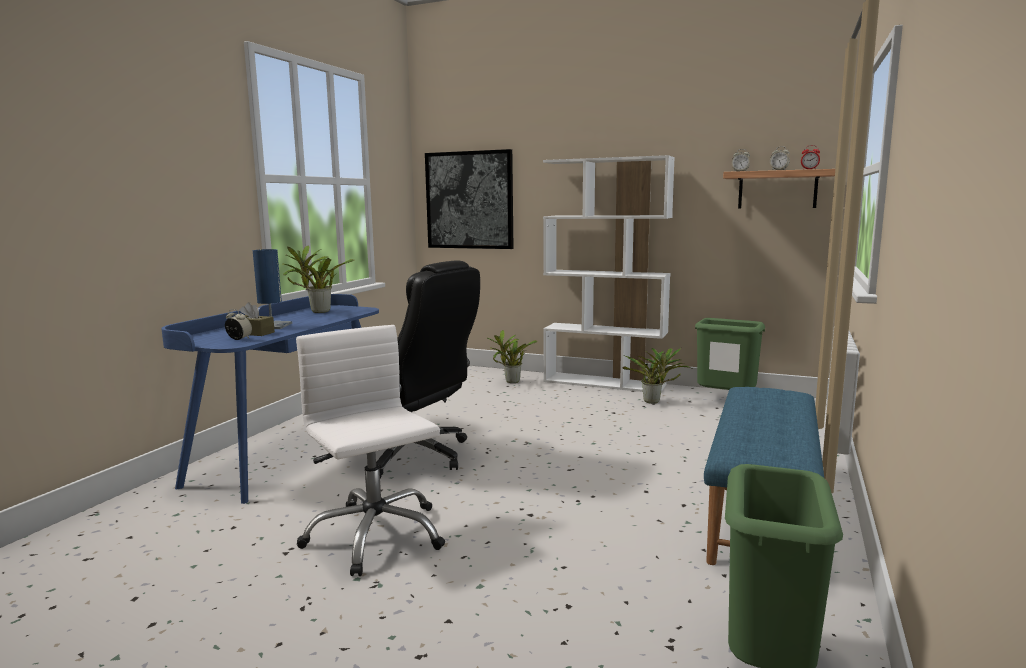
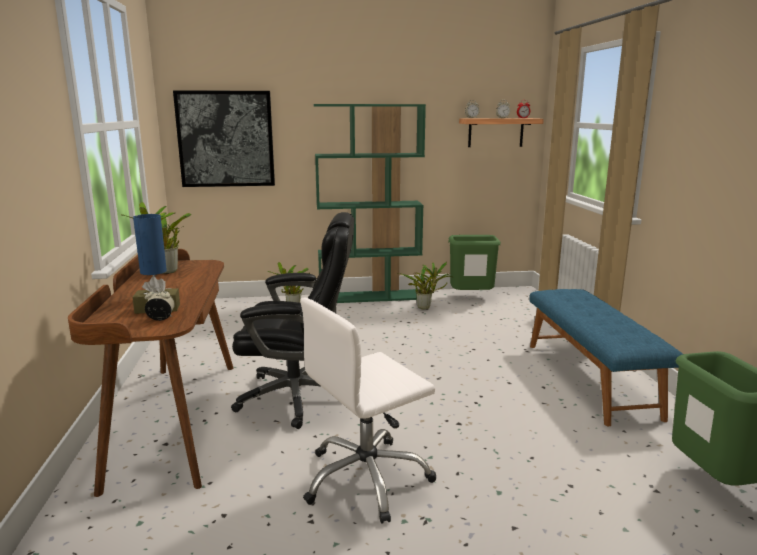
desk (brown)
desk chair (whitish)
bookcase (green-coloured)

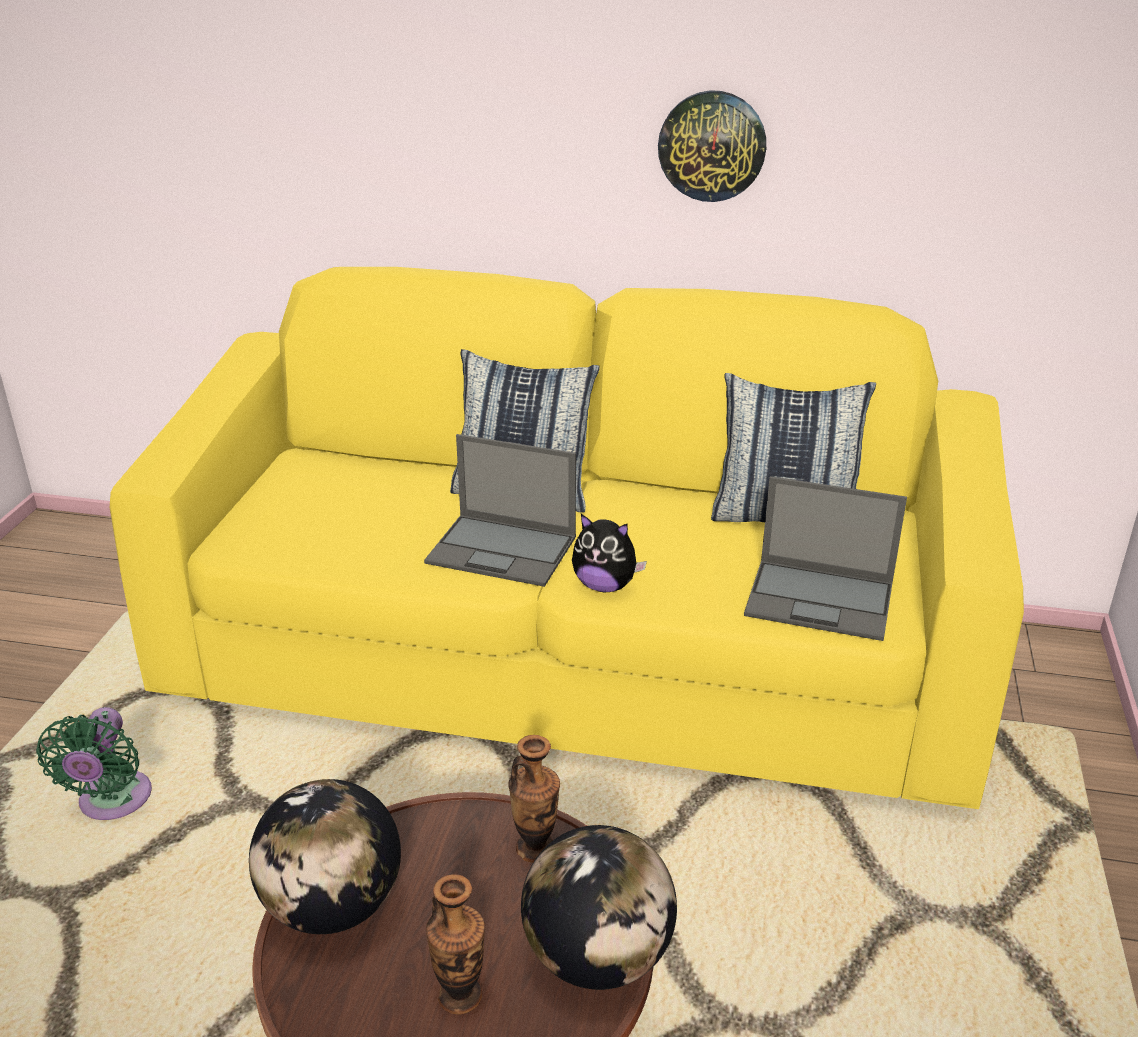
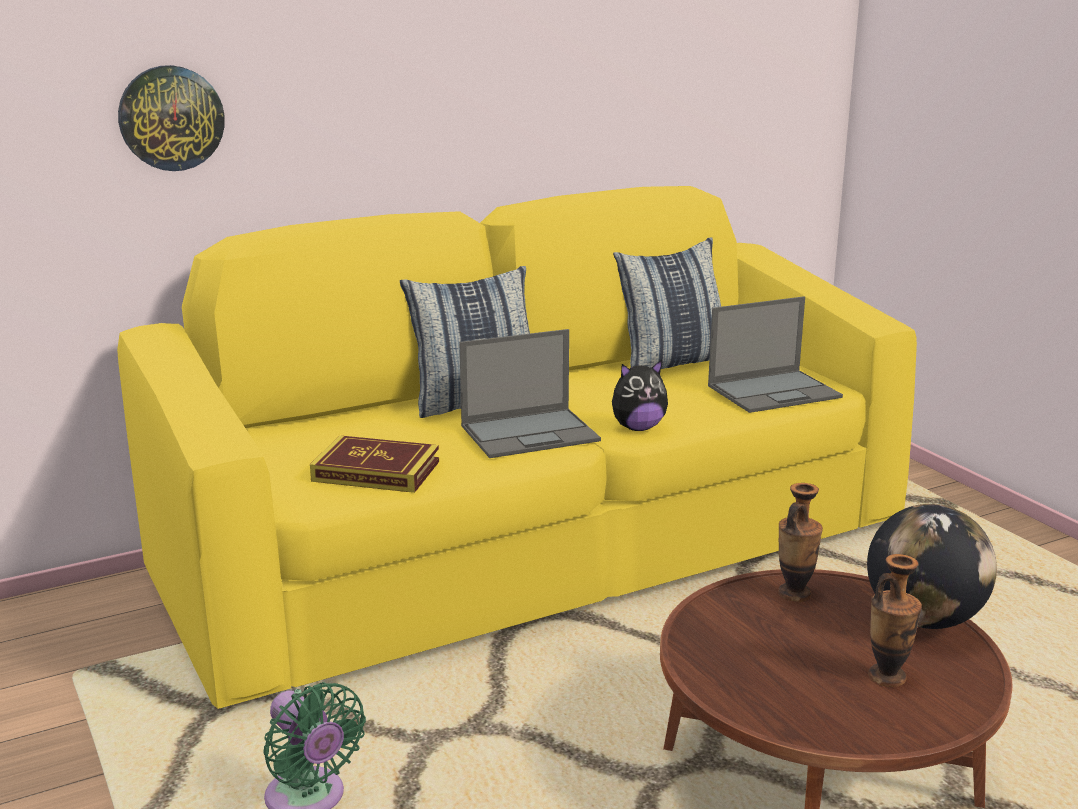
clock on the wall
volume
globe (no. 1 from left in the first image)

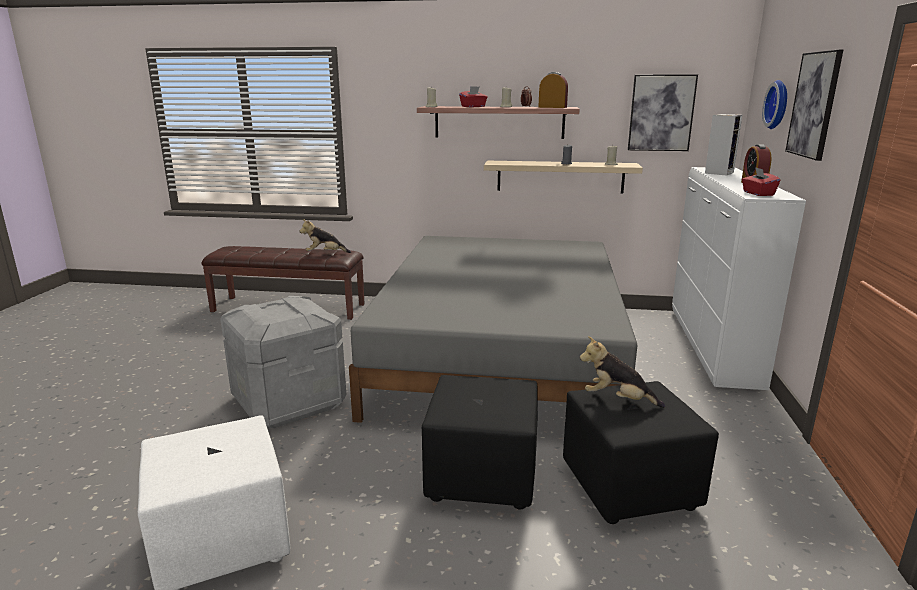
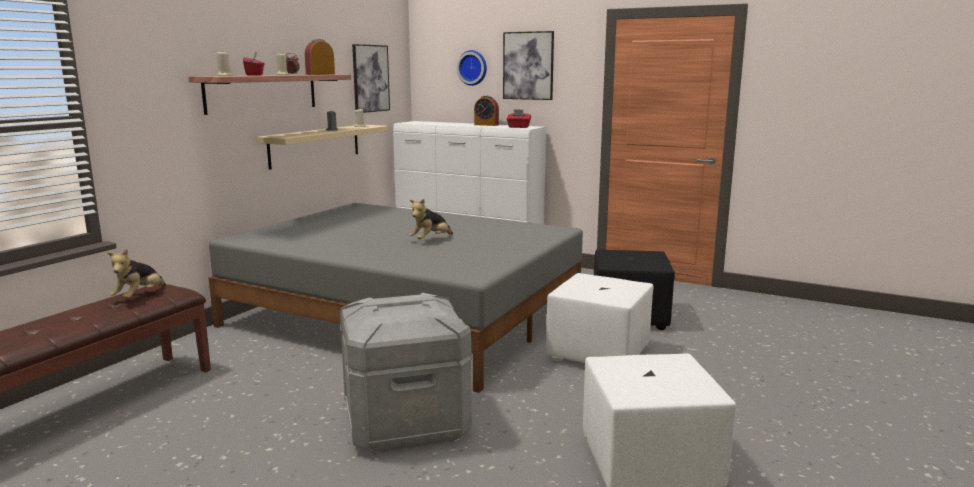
plush toy (no. 2 from left)
footrest (whitish) (no. 1 from left)
audio speaker

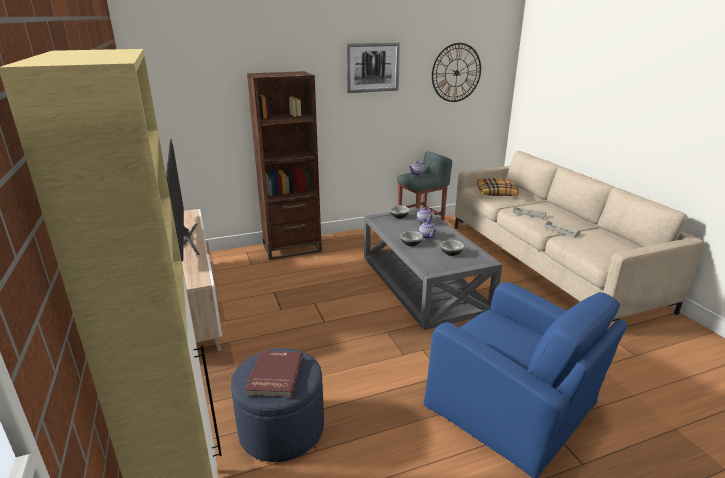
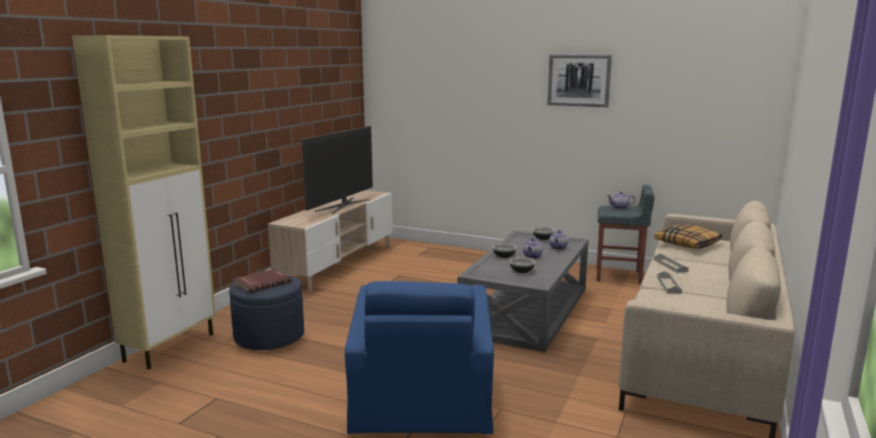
bookcase (brown)
clock on the wall

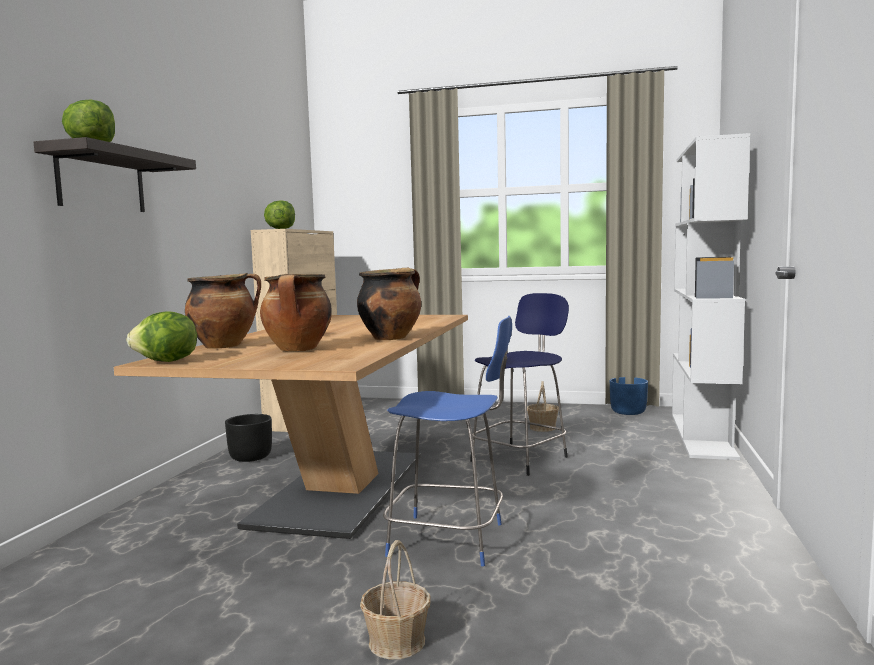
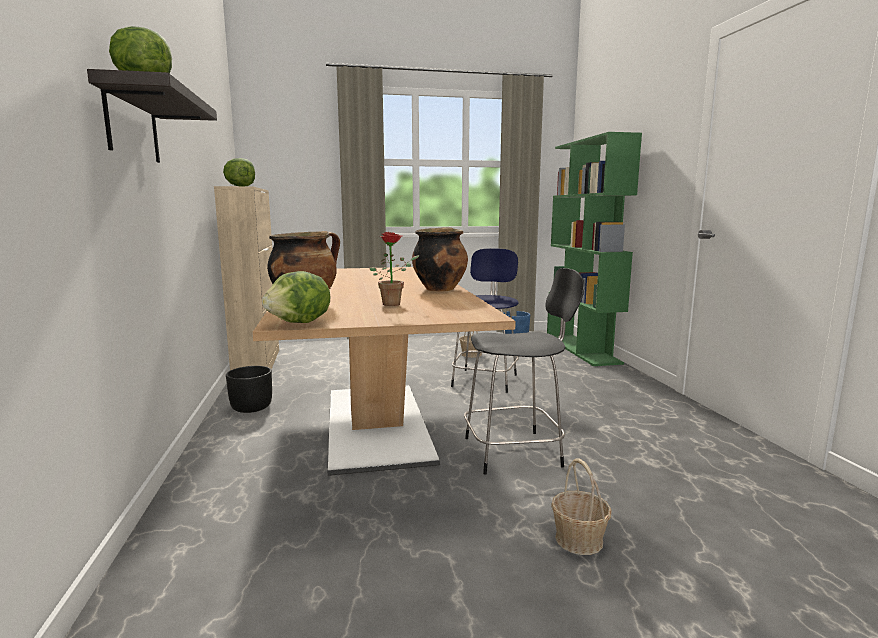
houseplant
plain chair (blackish)
bookcase (green-coloured)

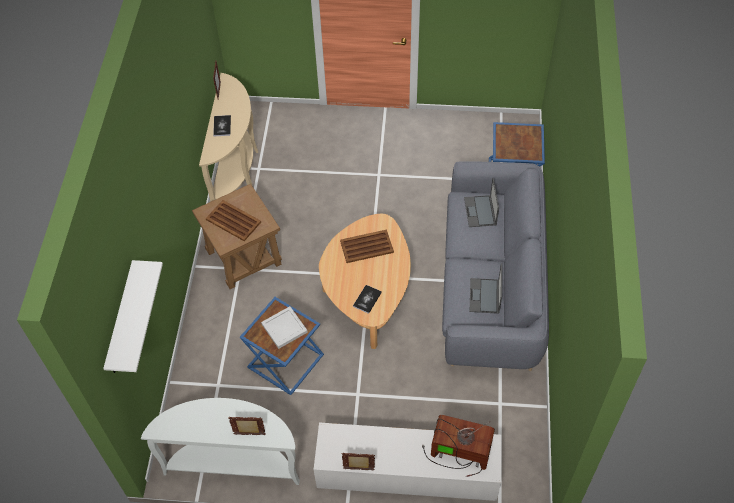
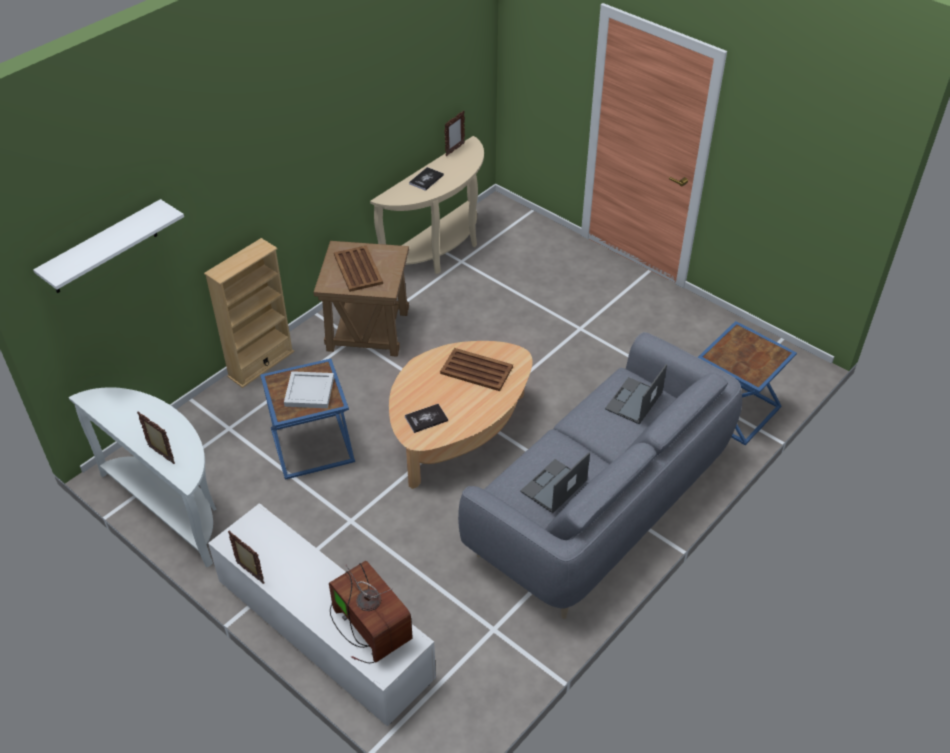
bookcase (beige)

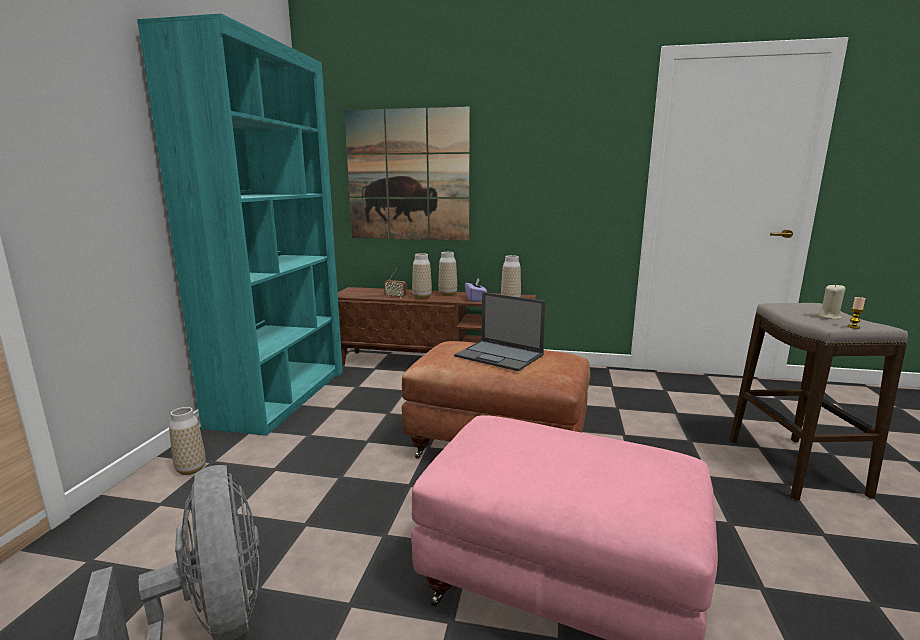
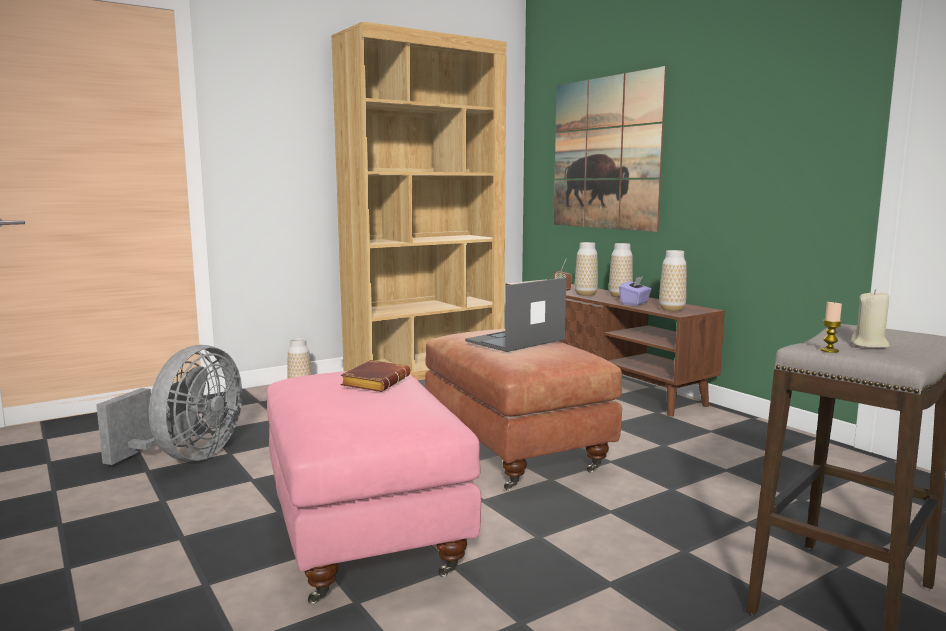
bookcase (brown)
volume (brown)
laptop

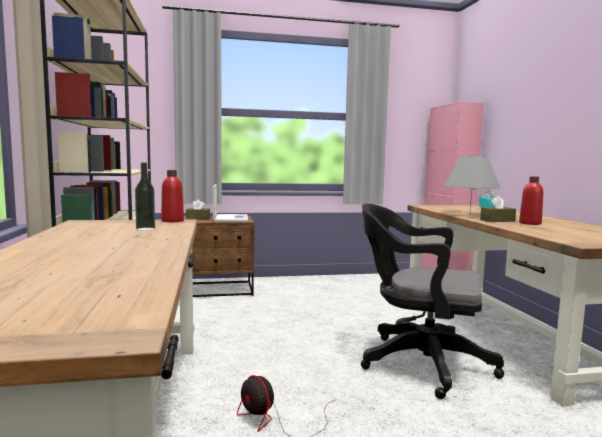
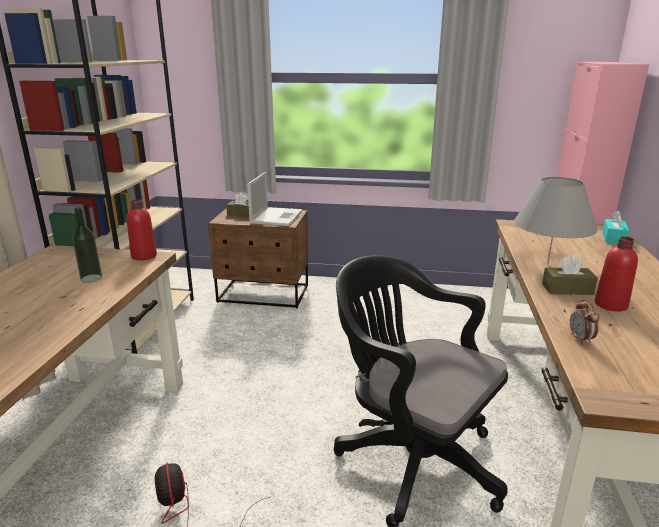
table clock

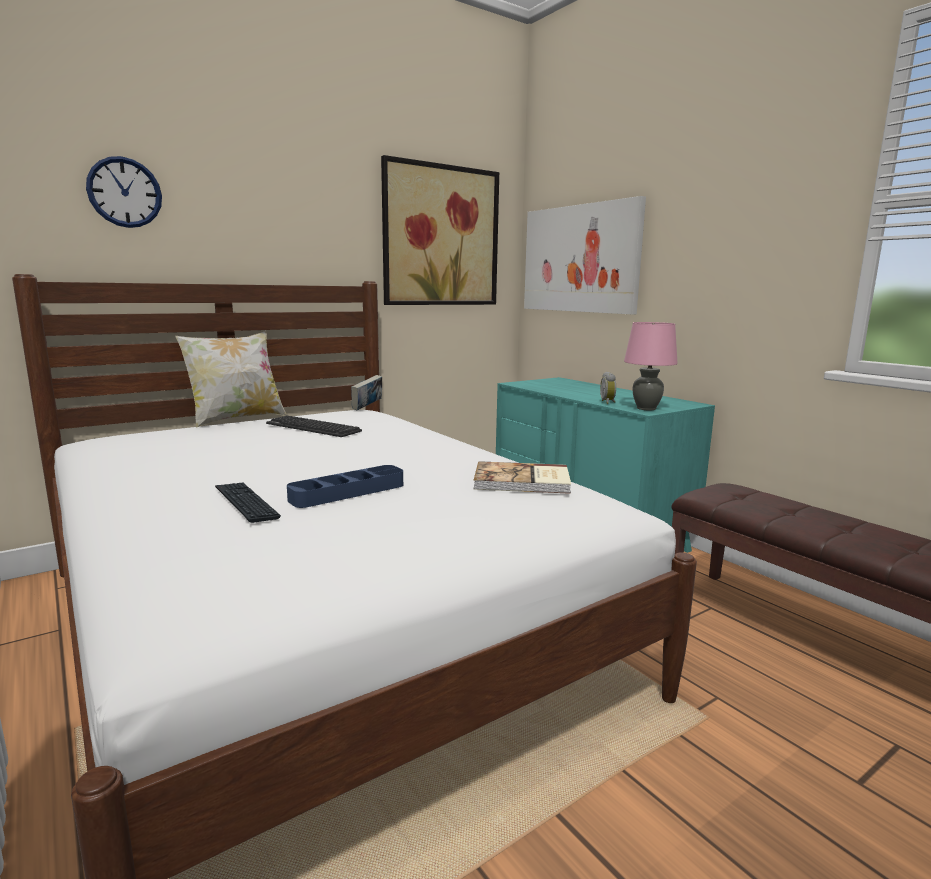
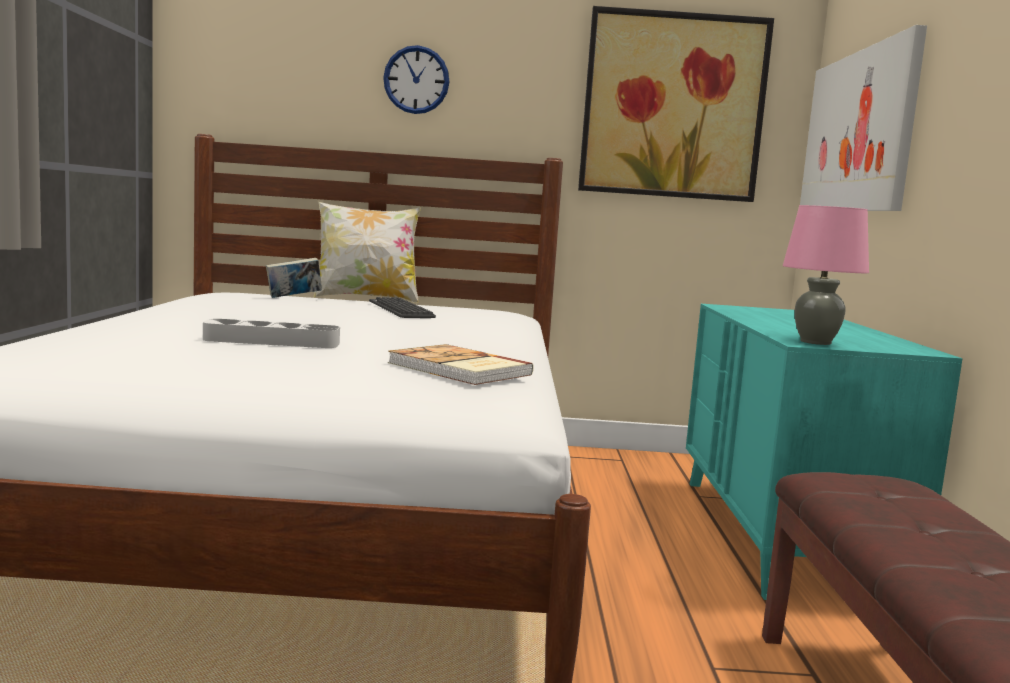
tray (gray)
volume (no. 1 from left)
clock on the wall
PC keyboard (no. 1 from left in the first image)
table clock

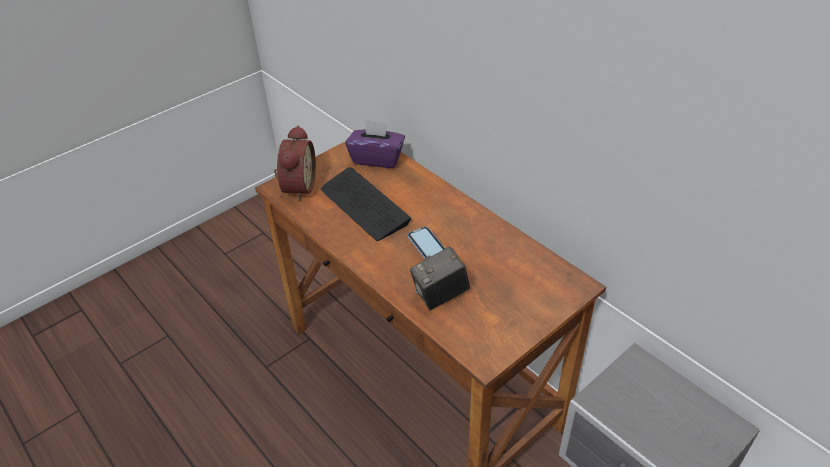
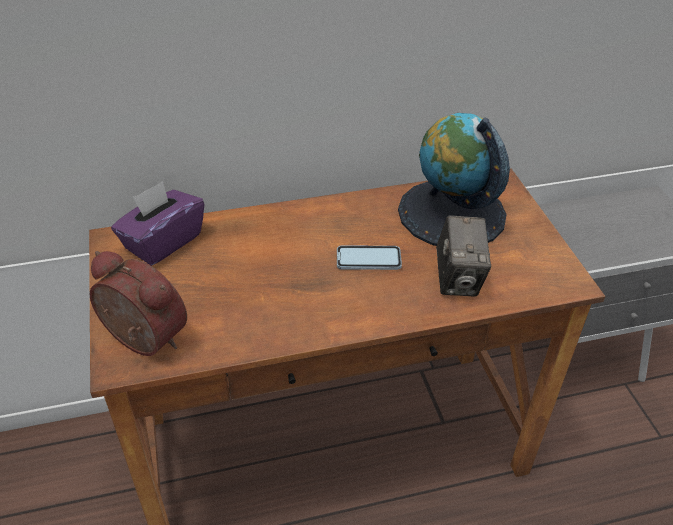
globe
PC keyboard

